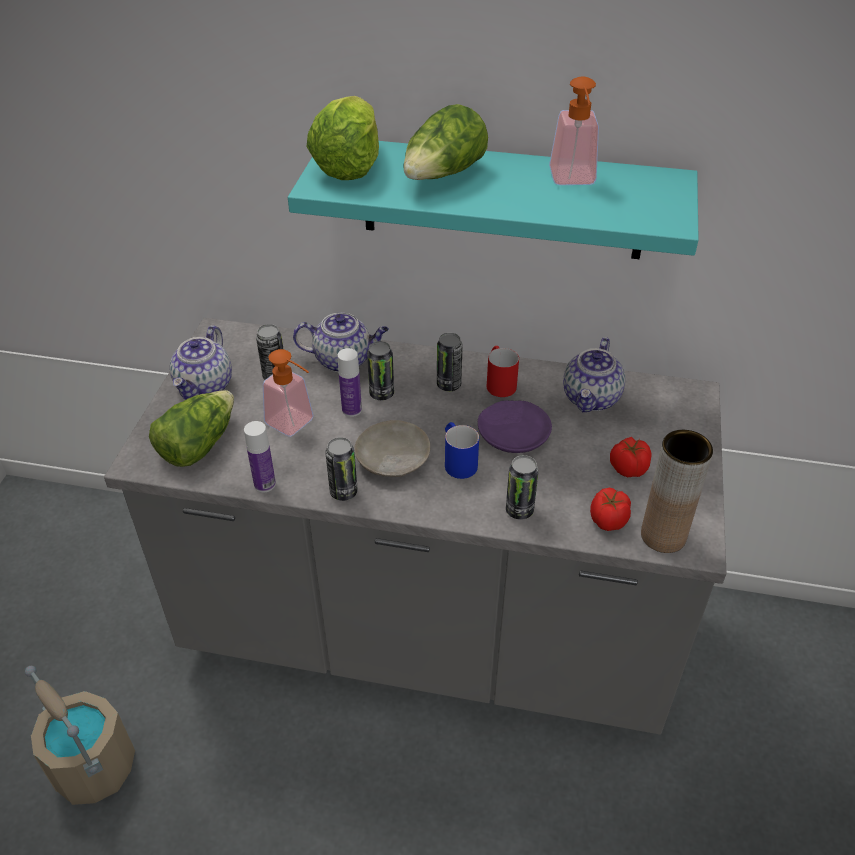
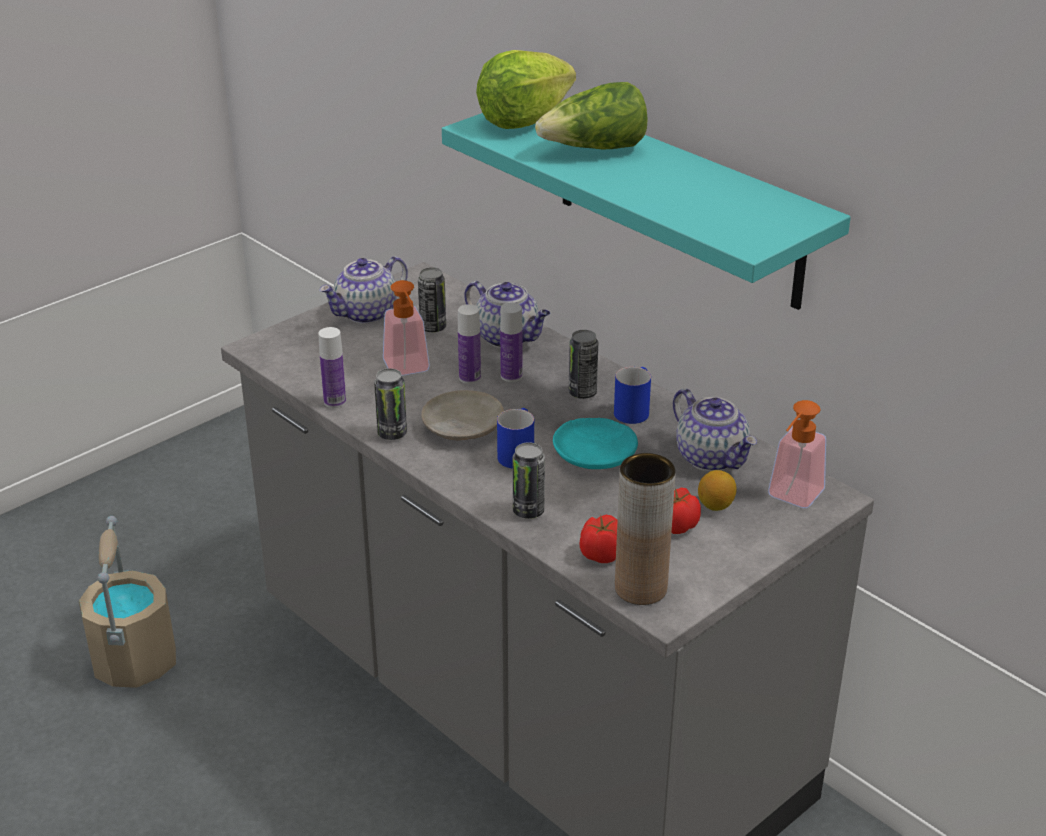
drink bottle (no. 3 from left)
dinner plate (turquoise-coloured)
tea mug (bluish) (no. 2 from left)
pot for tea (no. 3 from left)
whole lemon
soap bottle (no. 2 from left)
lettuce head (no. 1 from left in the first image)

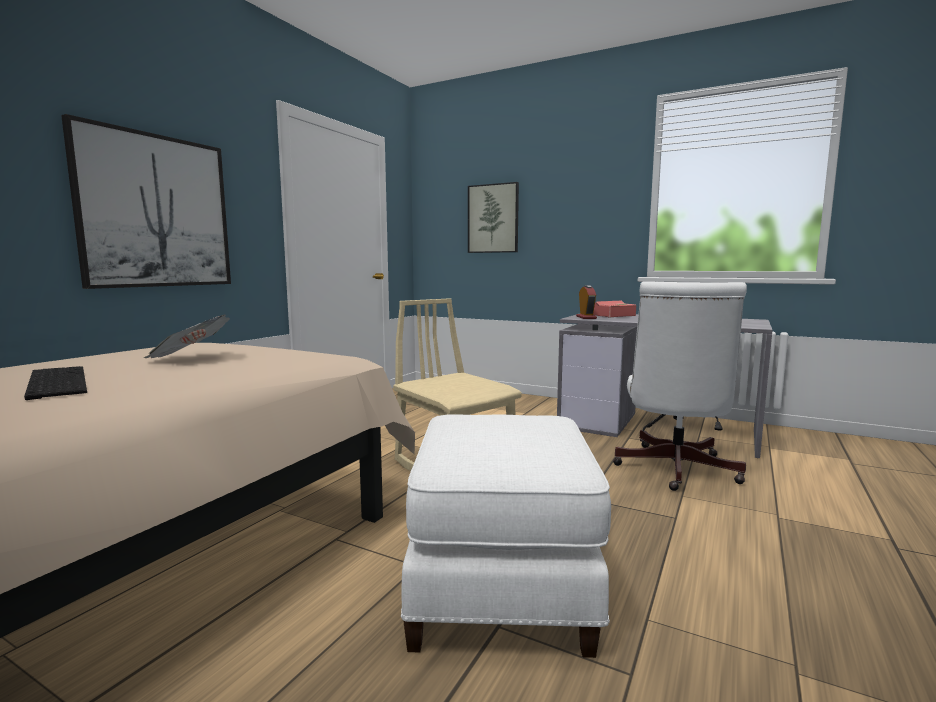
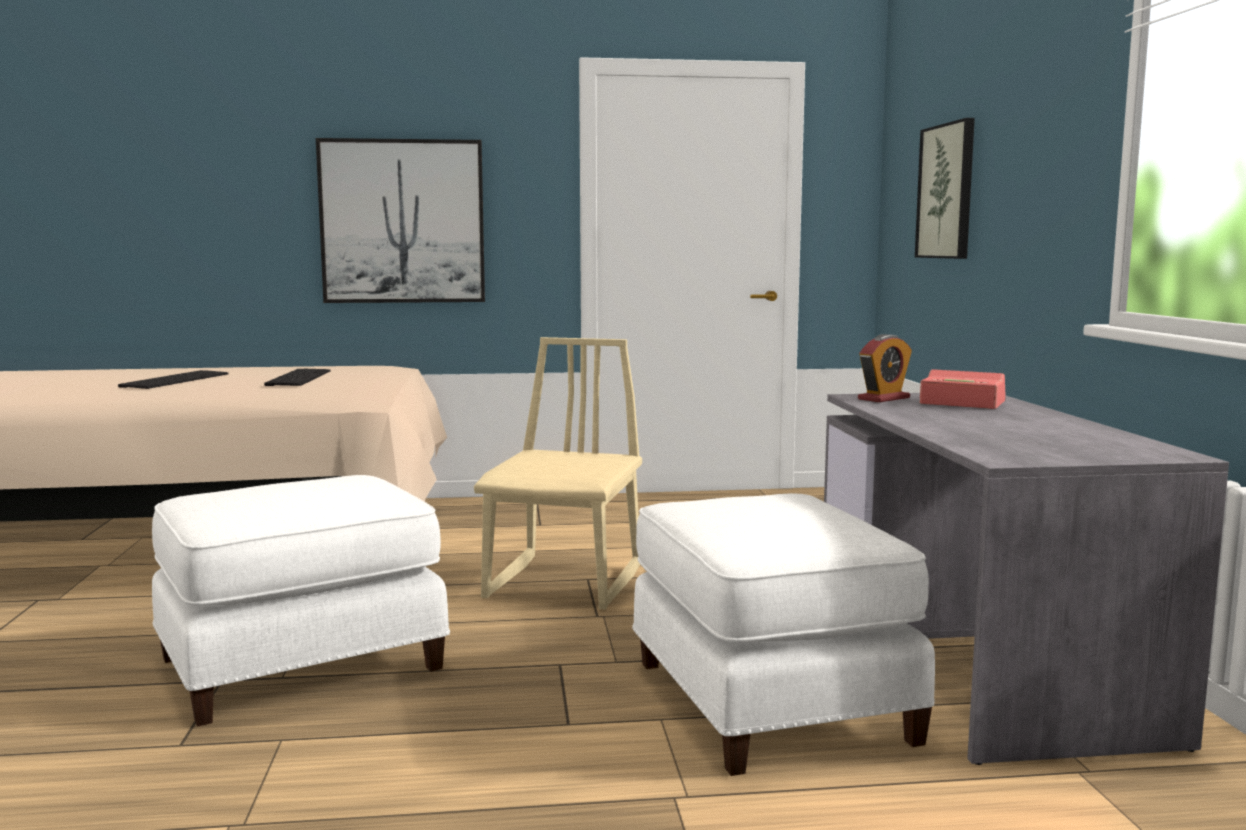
PC keyboard (no. 2 from left)
footrest (whitish) (no. 2 from left)

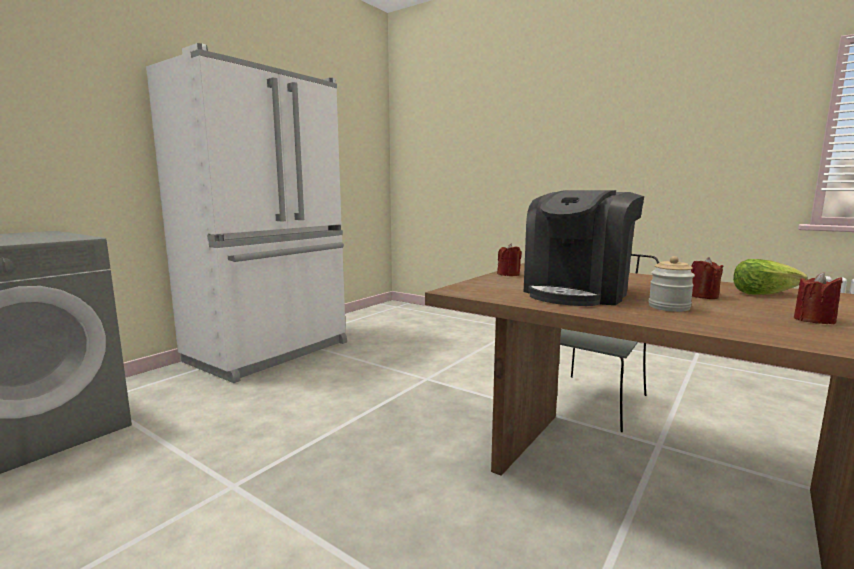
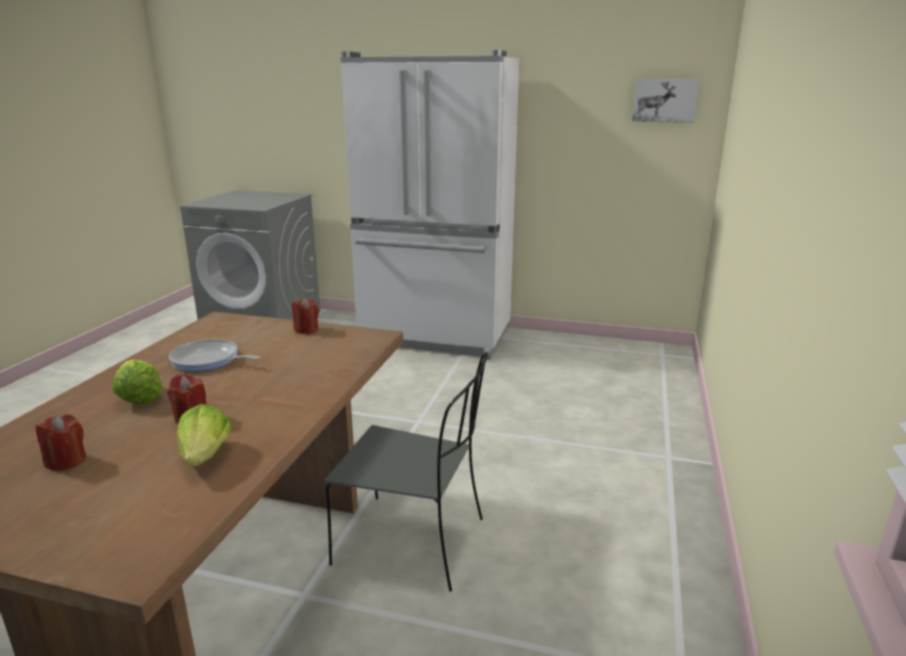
lettuce head (no. 1 from left)
skillet
wall picture

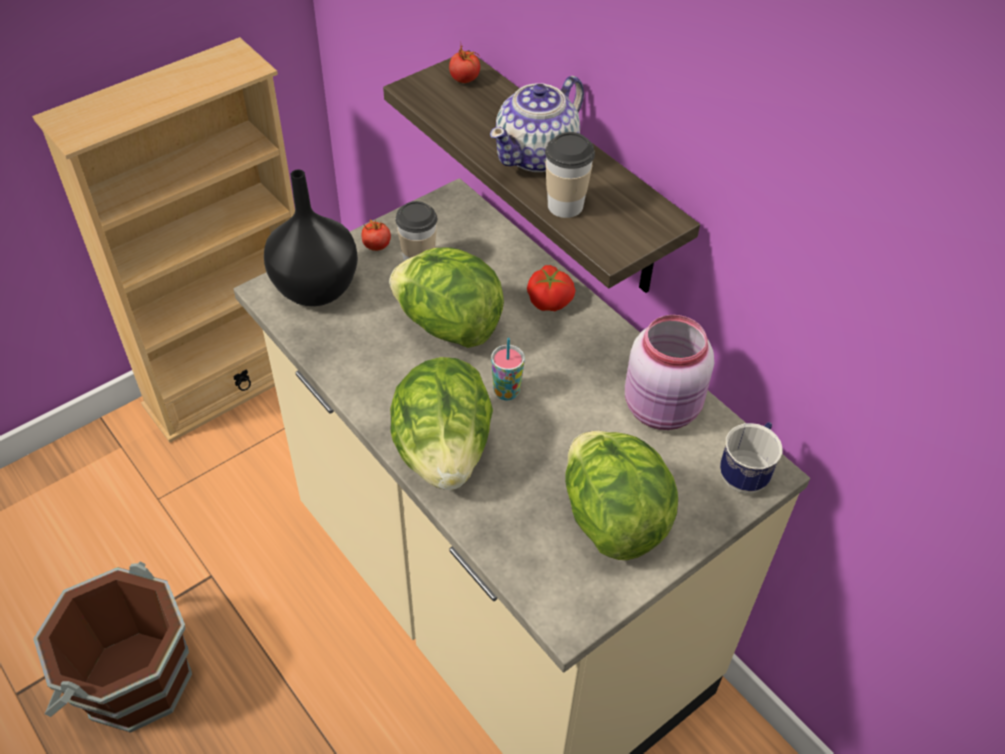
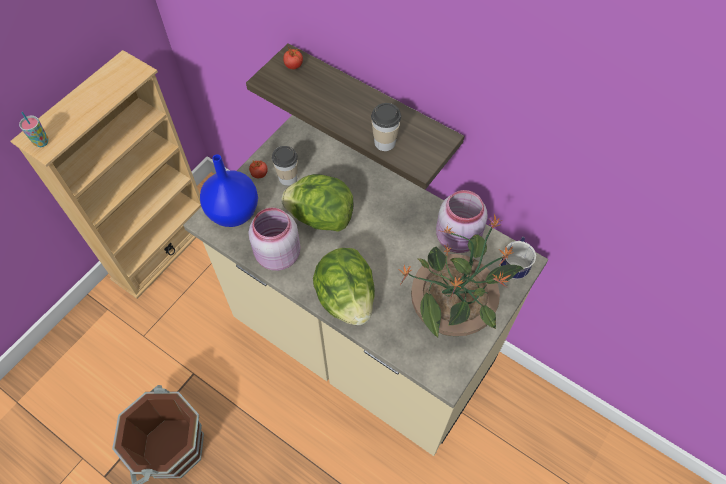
small cup (no. 1 from left)
decorative vase (bluish)
storage jar (pinkish) (no. 1 from left)
houseplant
pot for tea
whole tomato (no. 3 from left in the first image)

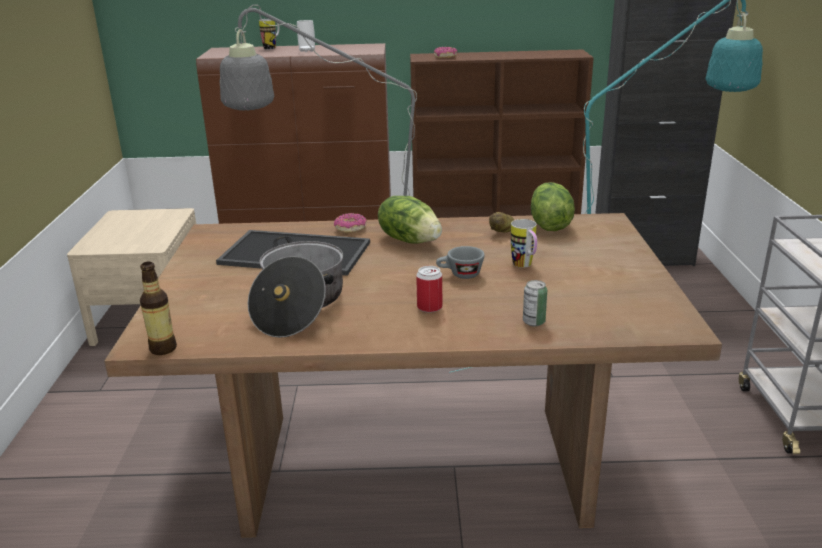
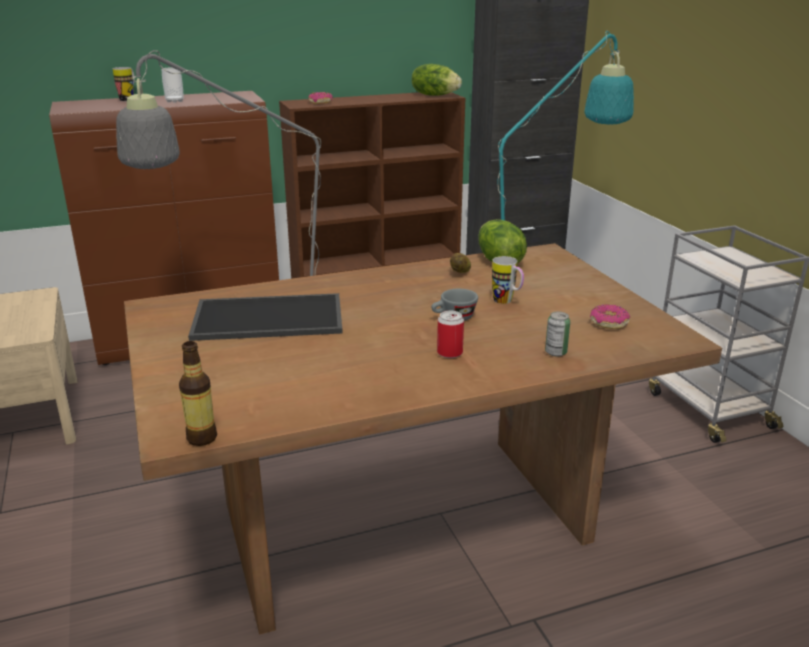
lettuce head (no. 1 from left)
doughnut (no. 2 from left)
saucepot

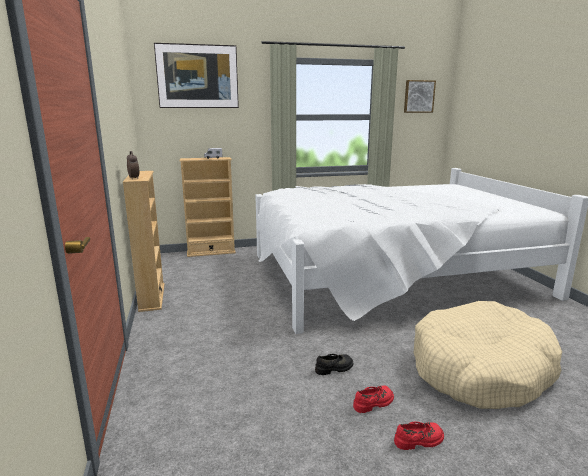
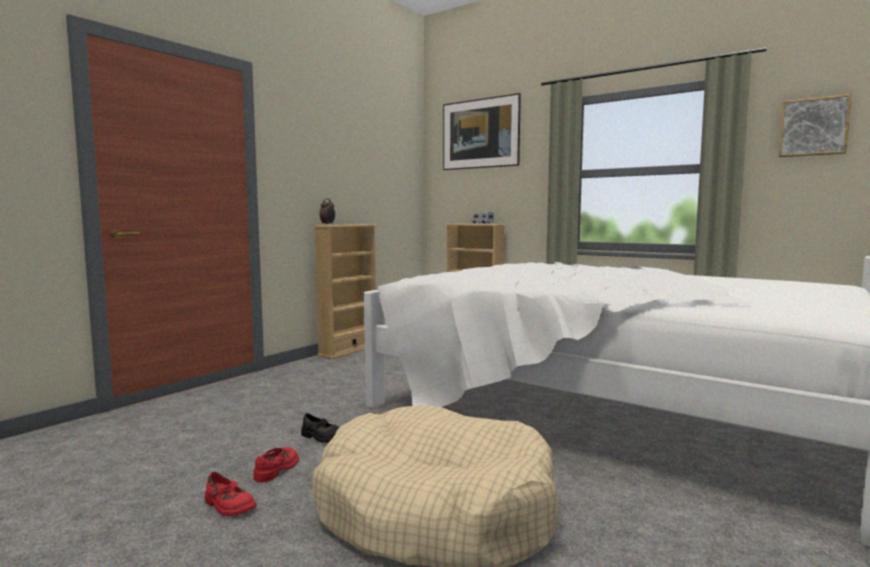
low shoe (red-coloured) (no. 2 from left)

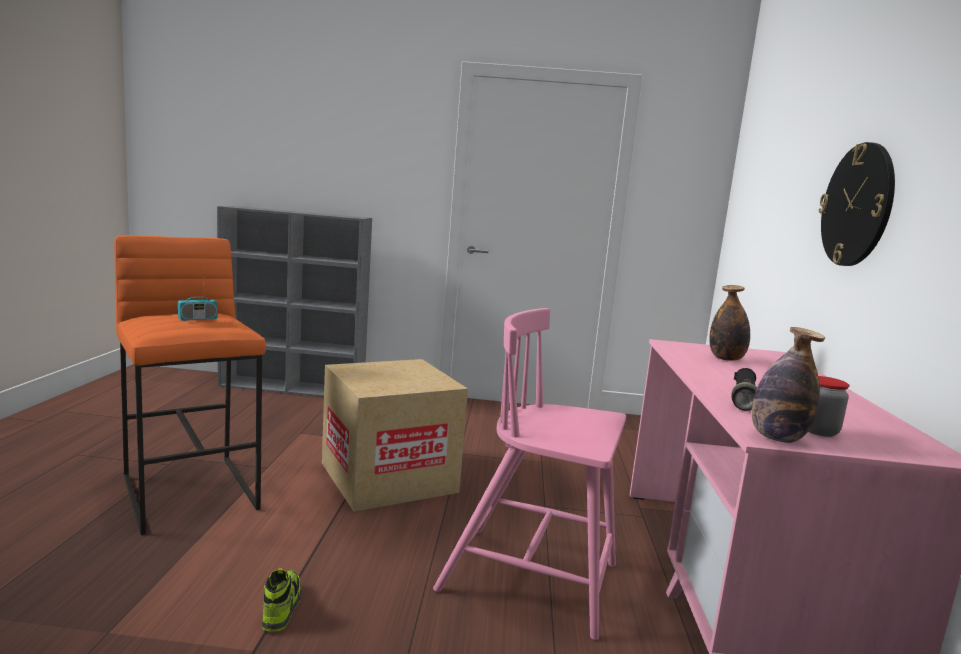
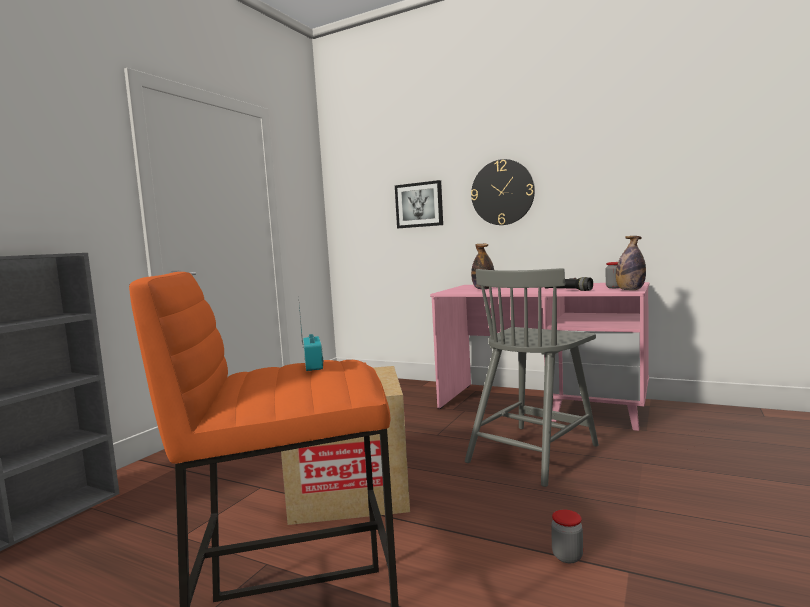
wall picture
plain chair (gray)
storage jar (no. 1 from left)

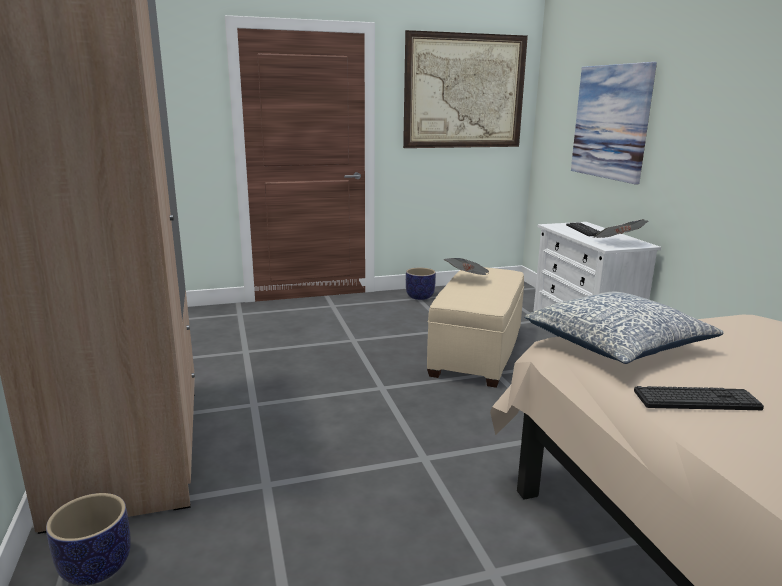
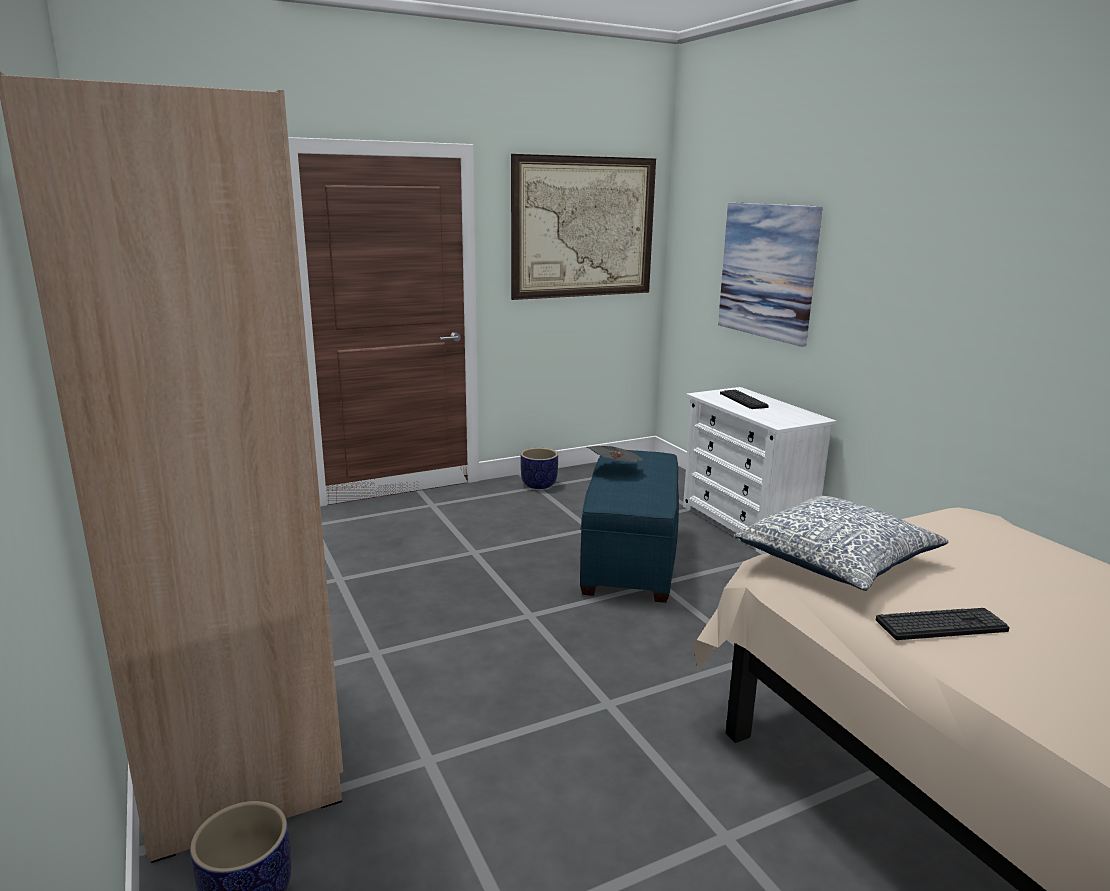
footrest (bluish)
printed paper (no. 2 from left in the first image)

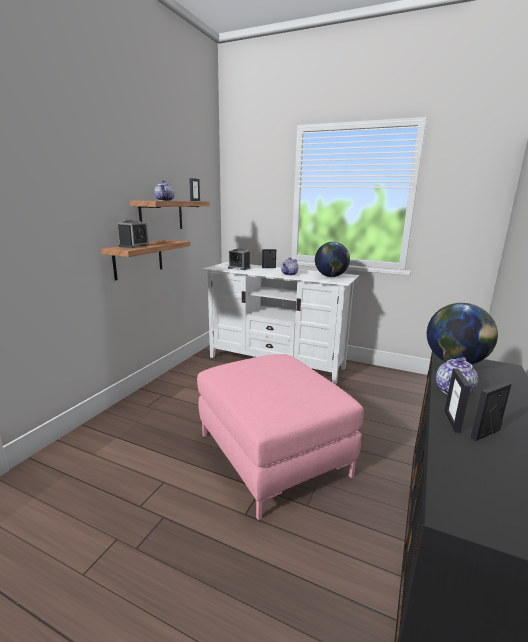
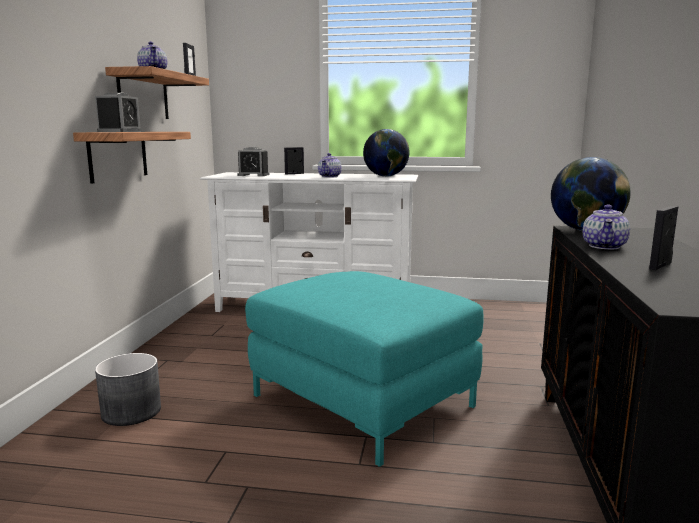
flower pot (gray)
footrest (turquoise-coloured)
standing frame (no. 3 from left in the first image)

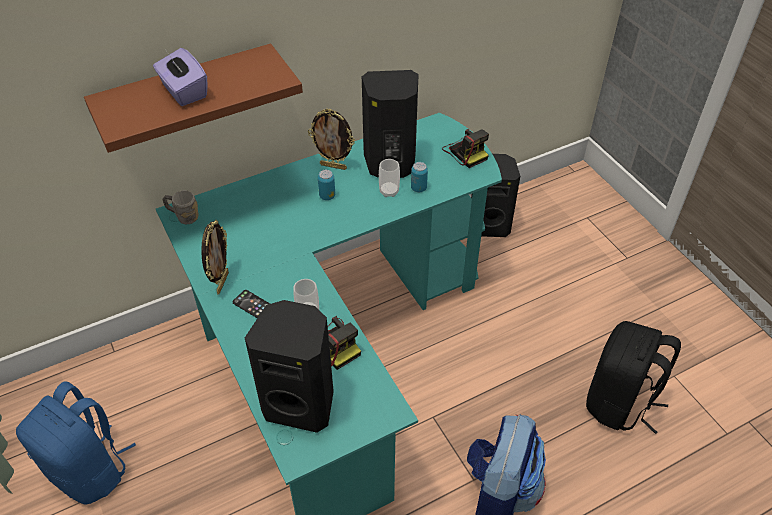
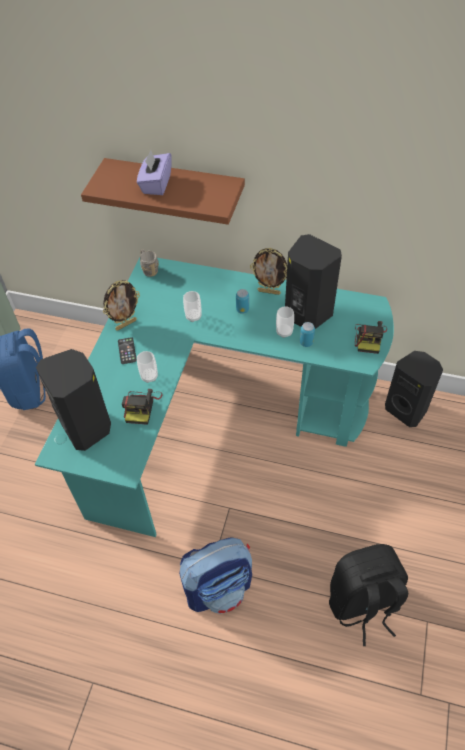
small cup (no. 2 from left)
standing frame (no. 2 from left)

